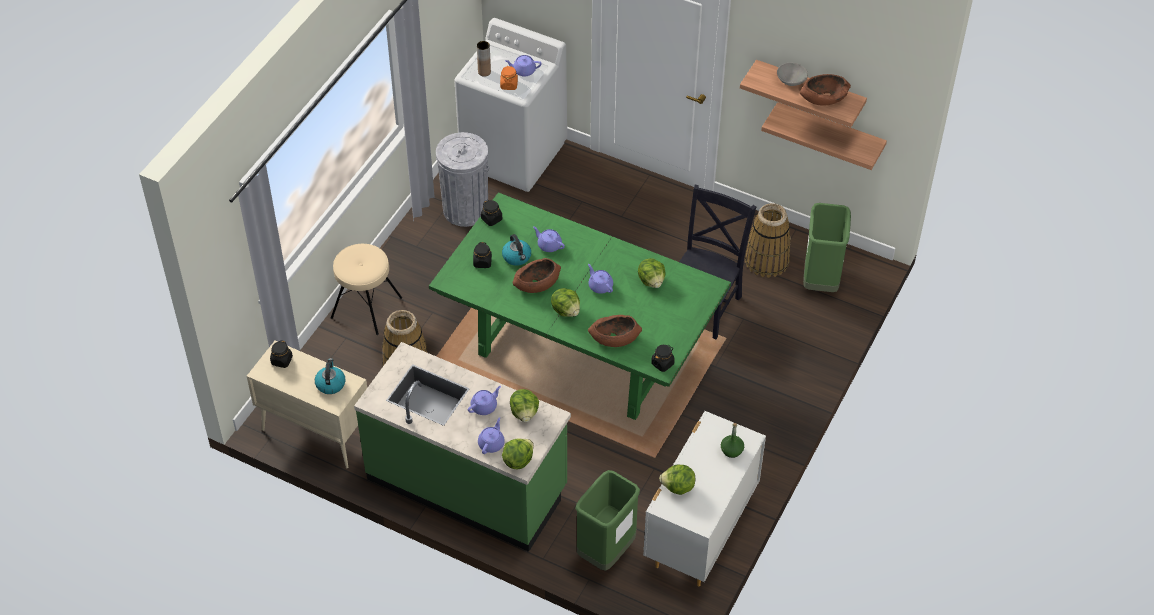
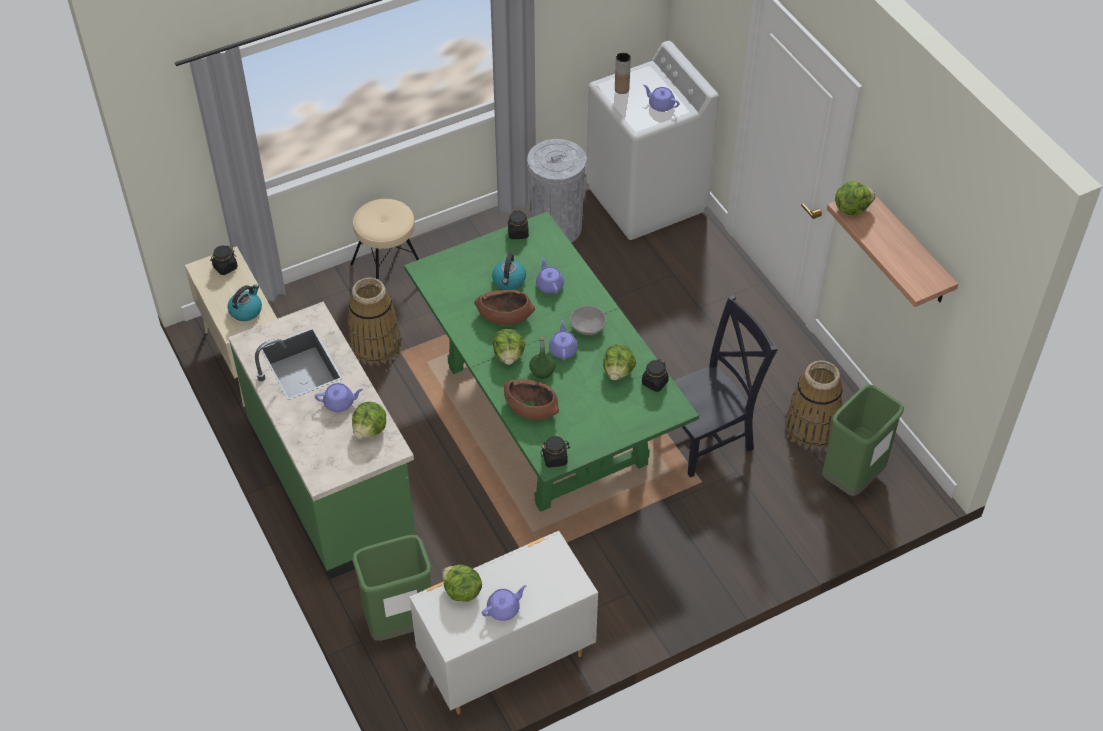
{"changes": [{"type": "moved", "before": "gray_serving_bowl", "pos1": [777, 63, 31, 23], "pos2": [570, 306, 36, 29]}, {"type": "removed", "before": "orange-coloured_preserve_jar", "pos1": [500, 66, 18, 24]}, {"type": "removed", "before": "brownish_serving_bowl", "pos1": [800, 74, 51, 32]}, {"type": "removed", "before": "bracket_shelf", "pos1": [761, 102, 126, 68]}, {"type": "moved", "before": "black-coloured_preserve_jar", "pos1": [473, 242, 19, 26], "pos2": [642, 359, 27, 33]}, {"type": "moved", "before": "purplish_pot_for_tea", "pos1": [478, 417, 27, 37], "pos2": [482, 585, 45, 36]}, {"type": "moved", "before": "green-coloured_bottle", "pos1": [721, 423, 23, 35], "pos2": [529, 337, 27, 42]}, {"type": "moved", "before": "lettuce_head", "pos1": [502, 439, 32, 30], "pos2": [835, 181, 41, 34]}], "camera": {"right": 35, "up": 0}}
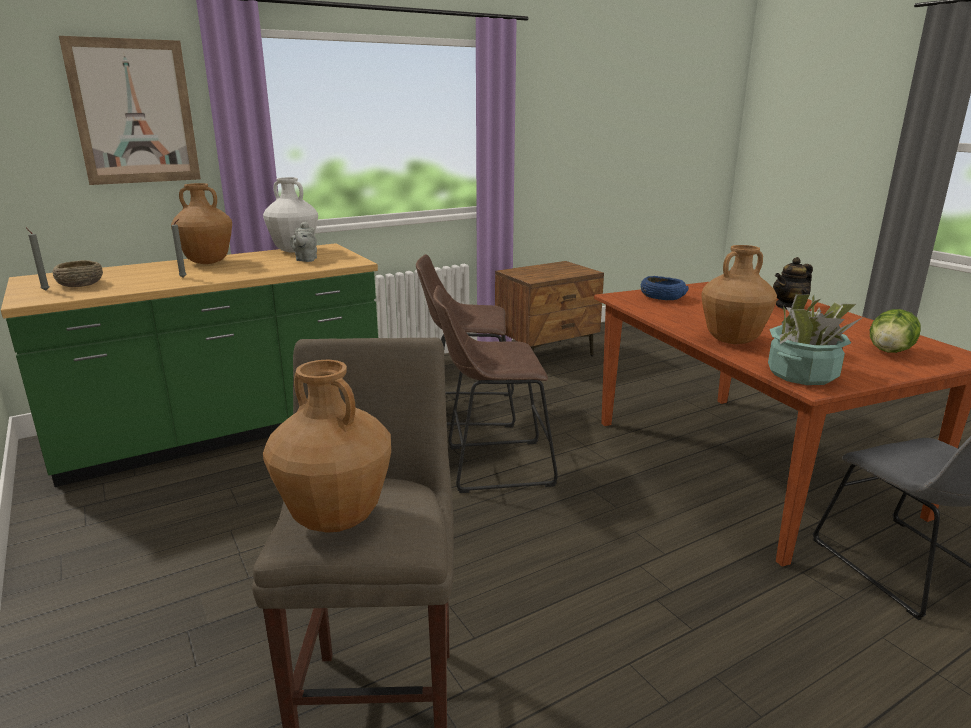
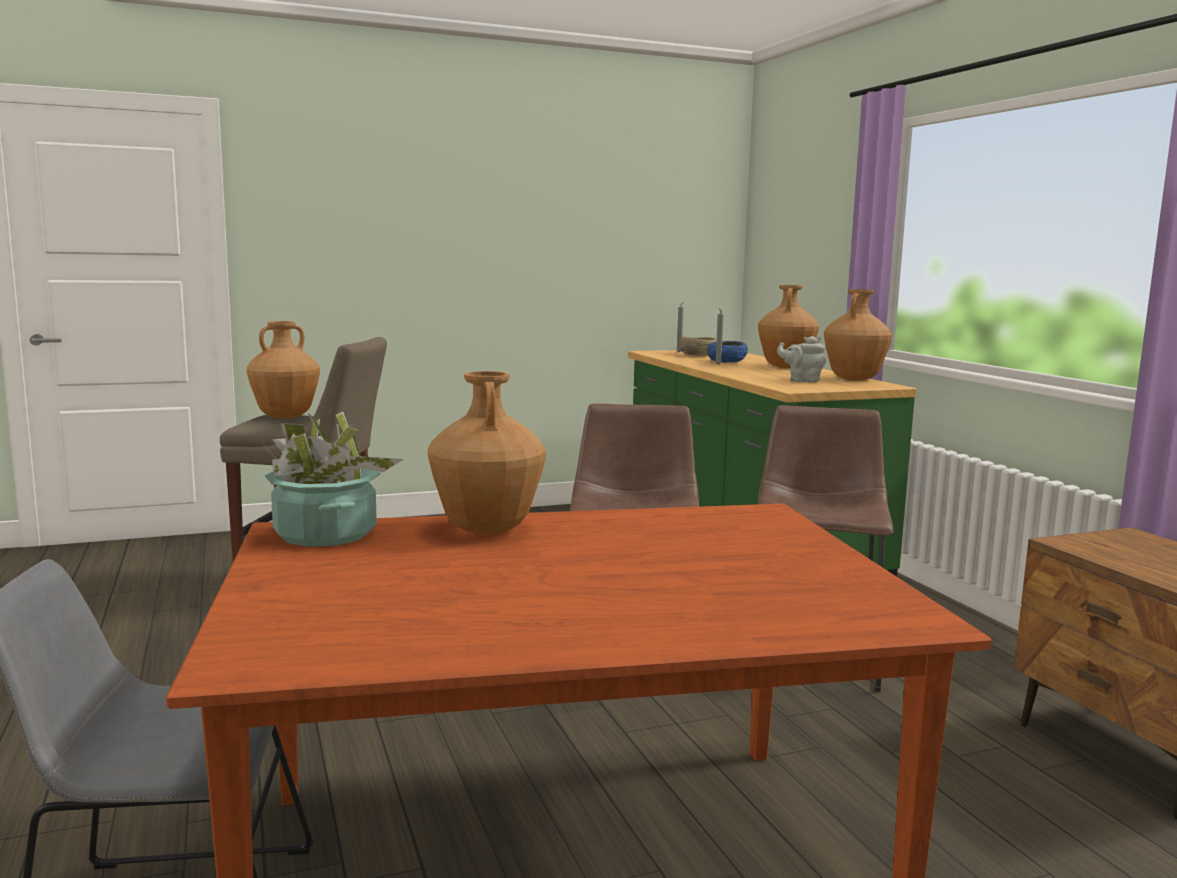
{"changes": [{"type": "removed", "before": "wall_art", "pos1": [59, 36, 142, 149]}, {"type": "recoloured", "before": "white_flower_vase", "after": "brownish_flower_vase", "pos1": [263, 177, 55, 76], "pos2": [824, 289, 68, 92]}, {"type": "removed", "before": "pot_for_tea", "pos1": [773, 257, 40, 53]}, {"type": "moved", "before": "blue_serving_bowl", "pos1": [641, 276, 48, 24], "pos2": [707, 341, 41, 21]}, {"type": "removed", "before": "lettuce_head", "pos1": [870, 309, 50, 44]}], "camera": {"right": 100, "up": -10}}
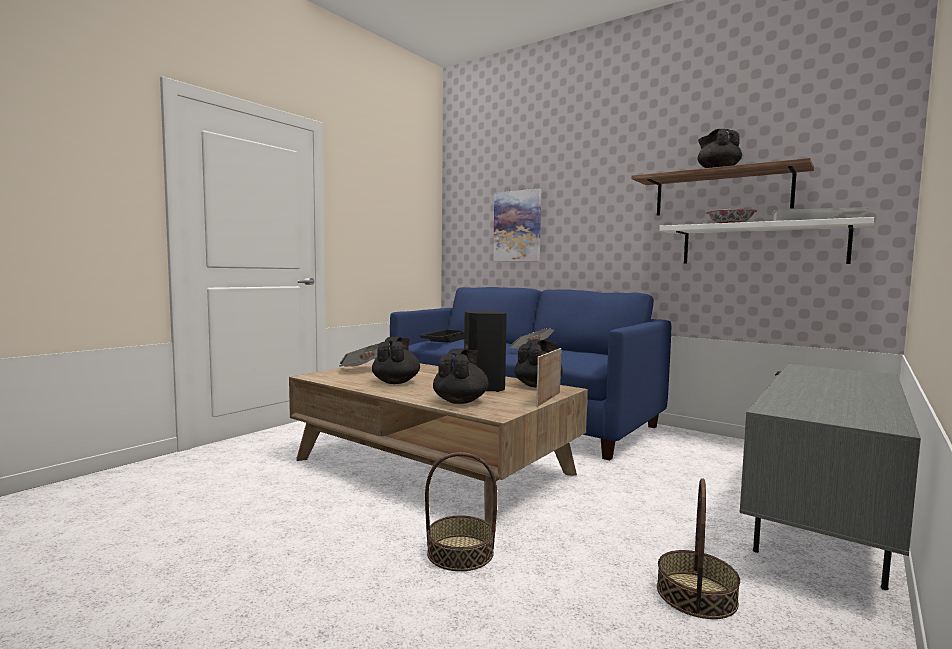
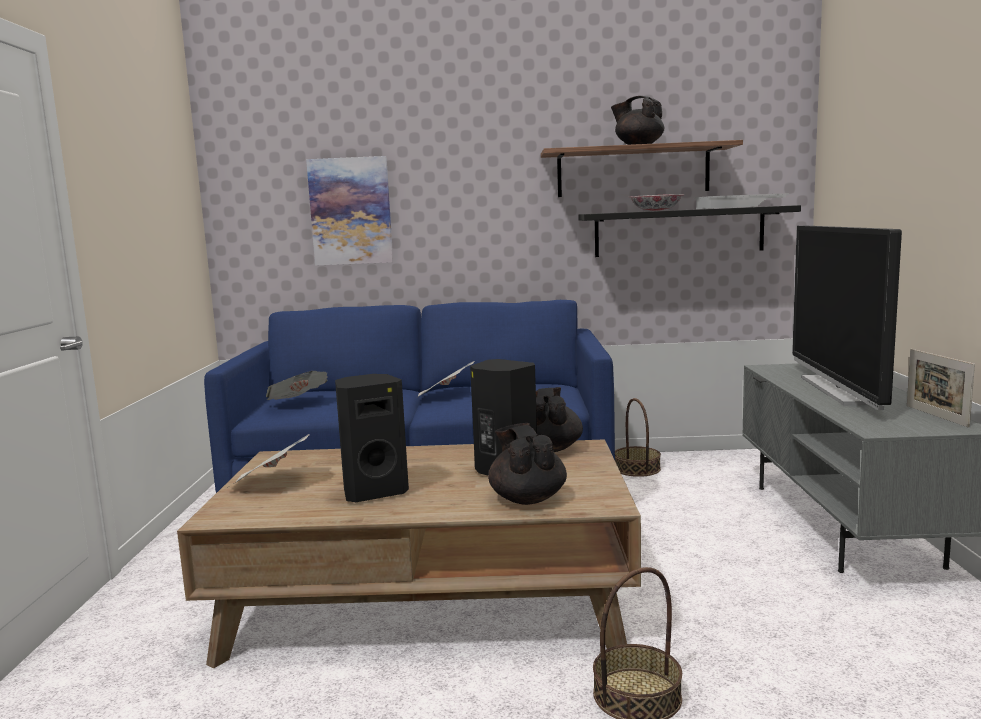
{"changes": [{"type": "recoloured", "before": "white_bracket_shelf", "after": "black-coloured_bracket_shelf", "pos1": [659, 217, 215, 47], "pos2": [578, 205, 223, 52]}, {"type": "replaced", "before": "black-coloured_serving_tray", "after": "printed_paper", "pos1": [419, 330, 45, 13], "pos2": [266, 371, 62, 29]}, {"type": "replaced", "before": "black-coloured_pot_for_tea", "after": "black-coloured_audio_speaker", "pos1": [372, 337, 48, 47], "pos2": [335, 374, 74, 128]}, {"type": "moved", "before": "picture_frame", "pos1": [536, 348, 25, 59], "pos2": [907, 349, 68, 79]}, {"type": "moved", "before": "household_basket", "pos1": [657, 478, 83, 141], "pos2": [615, 398, 46, 79]}, {"type": "added", "after": "TV", "pos2": [792, 226, 110, 184]}], "camera": {"right": -35, "up": 5}}
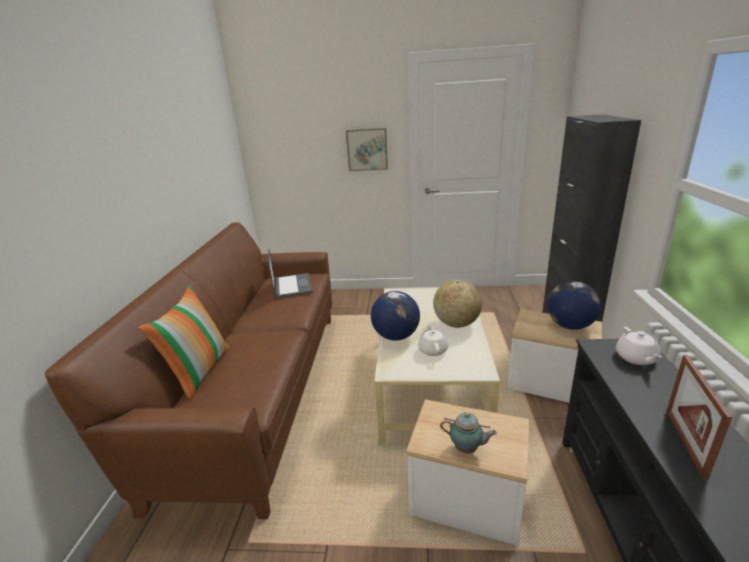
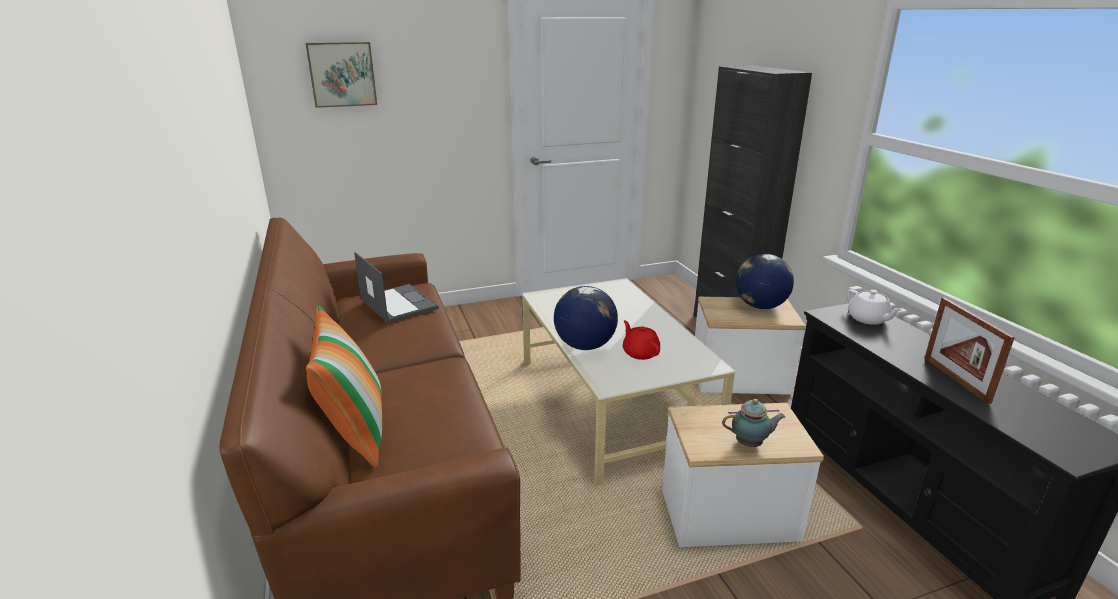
{"changes": [{"type": "moved", "before": "wall_art", "pos1": [346, 128, 42, 43], "pos2": [305, 42, 72, 66]}, {"type": "removed", "before": "globe", "pos1": [433, 280, 49, 48]}, {"type": "recoloured", "before": "white_pot_for_tea", "after": "red-coloured_pot_for_tea", "pos1": [418, 322, 30, 34], "pos2": [623, 320, 37, 40]}], "camera": {"right": -25, "up": 0}}
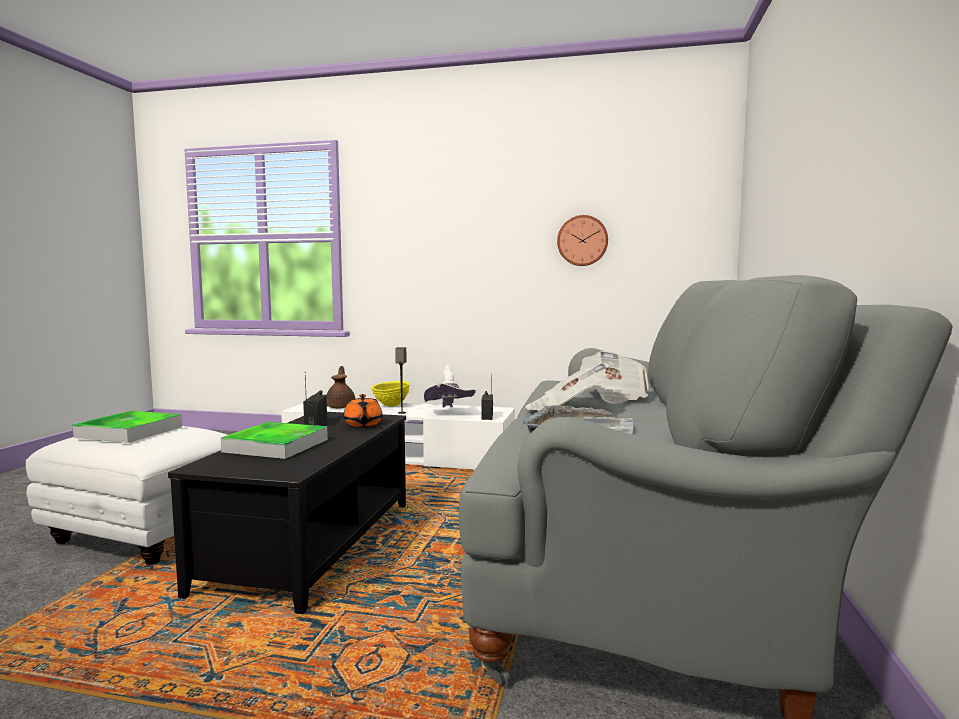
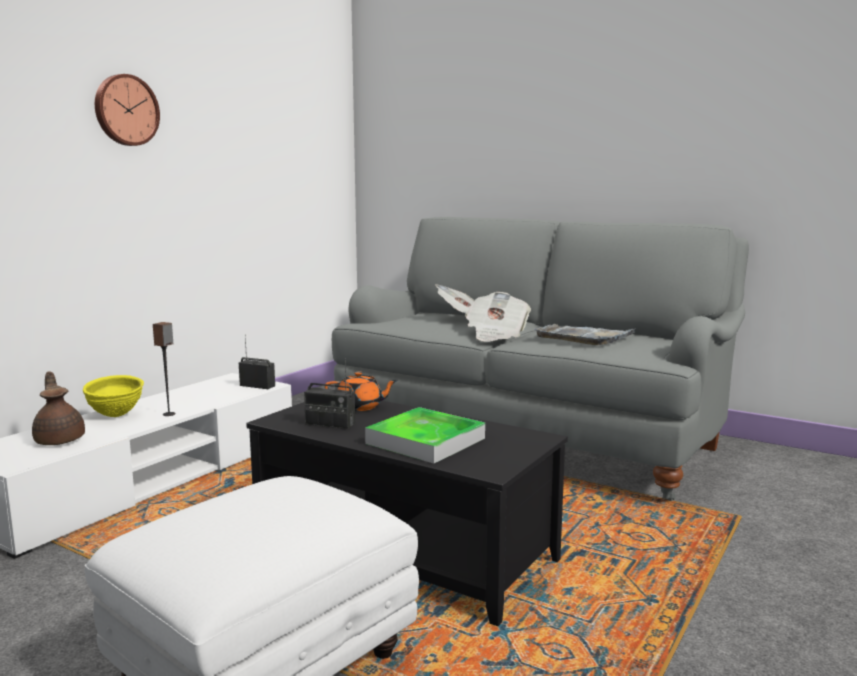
{"changes": [{"type": "moved", "before": "wall_clock", "pos1": [557, 215, 51, 51], "pos2": [95, 74, 65, 72]}, {"type": "removed", "before": "white_wearable_hat", "pos1": [424, 365, 52, 43]}, {"type": "turned", "before": "brownish_pot_for_tea", "pos1": [326, 366, 29, 42], "pos2": [32, 371, 53, 74], "turn": 45}, {"type": "removed", "before": "serving_tray", "pos1": [72, 411, 110, 32]}], "camera": {"right": -70, "up": 5}}
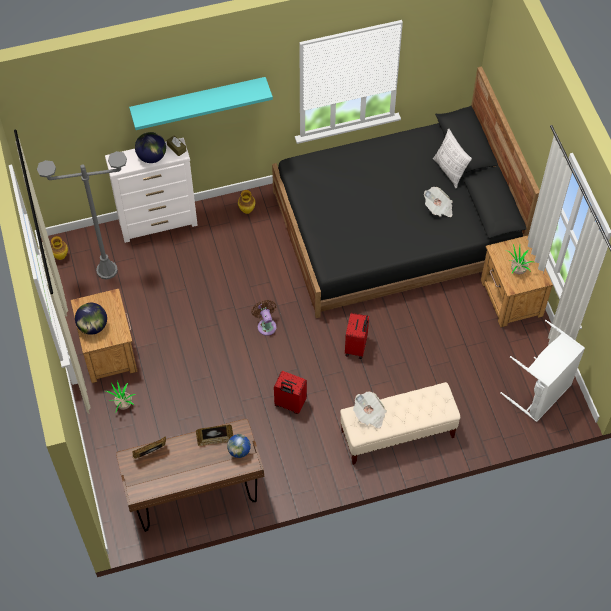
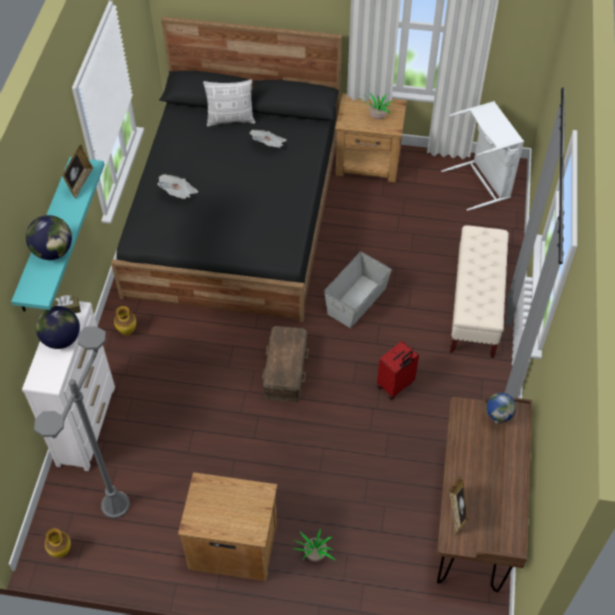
{"changes": [{"type": "replaced", "before": "brownish_electric_fan", "after": "brownish_storage_bin", "pos1": [251, 300, 26, 36], "pos2": [262, 326, 47, 76]}, {"type": "moved", "before": "globe", "pos1": [75, 303, 32, 32], "pos2": [26, 215, 46, 45]}, {"type": "replaced", "before": "red-coloured_suitcase", "after": "gray_storage_bin", "pos1": [345, 313, 24, 46], "pos2": [324, 252, 68, 76]}, {"type": "moved", "before": "printed_paper", "pos1": [353, 392, 34, 37], "pos2": [157, 174, 41, 25]}, {"type": "moved", "before": "picture_frame", "pos1": [196, 424, 37, 22], "pos2": [62, 145, 32, 54]}], "camera": {"right": -65, "up": -5}}
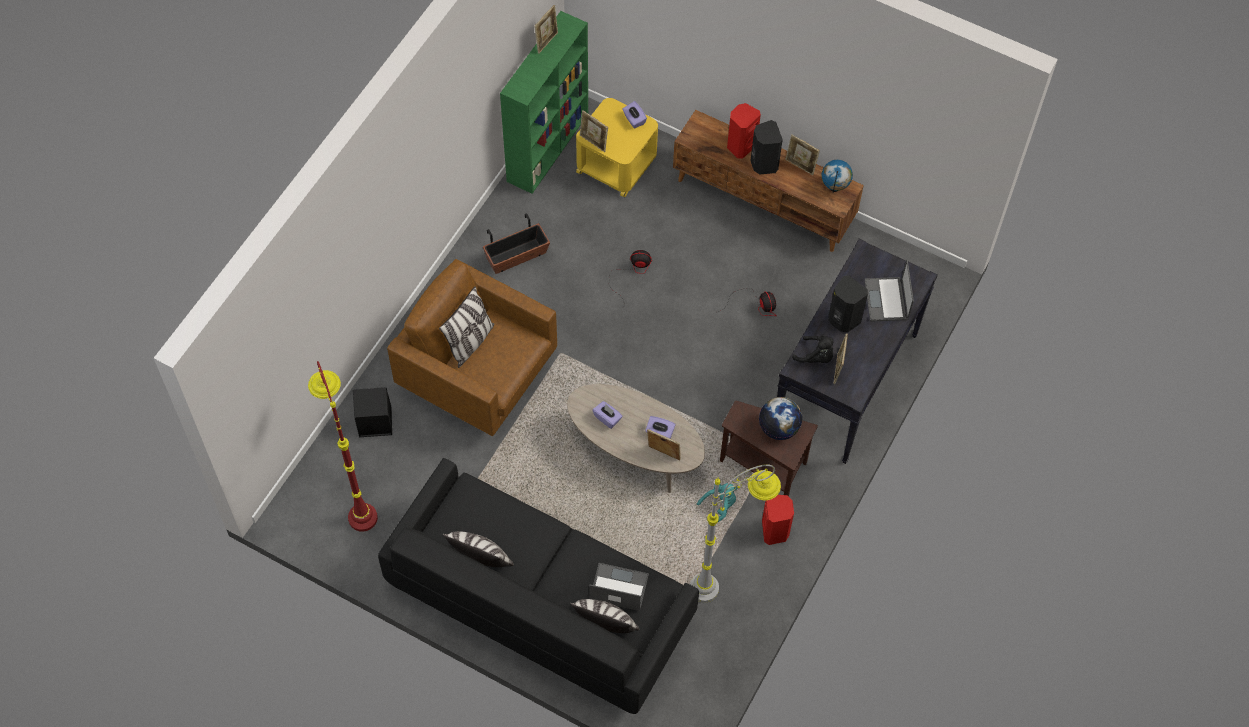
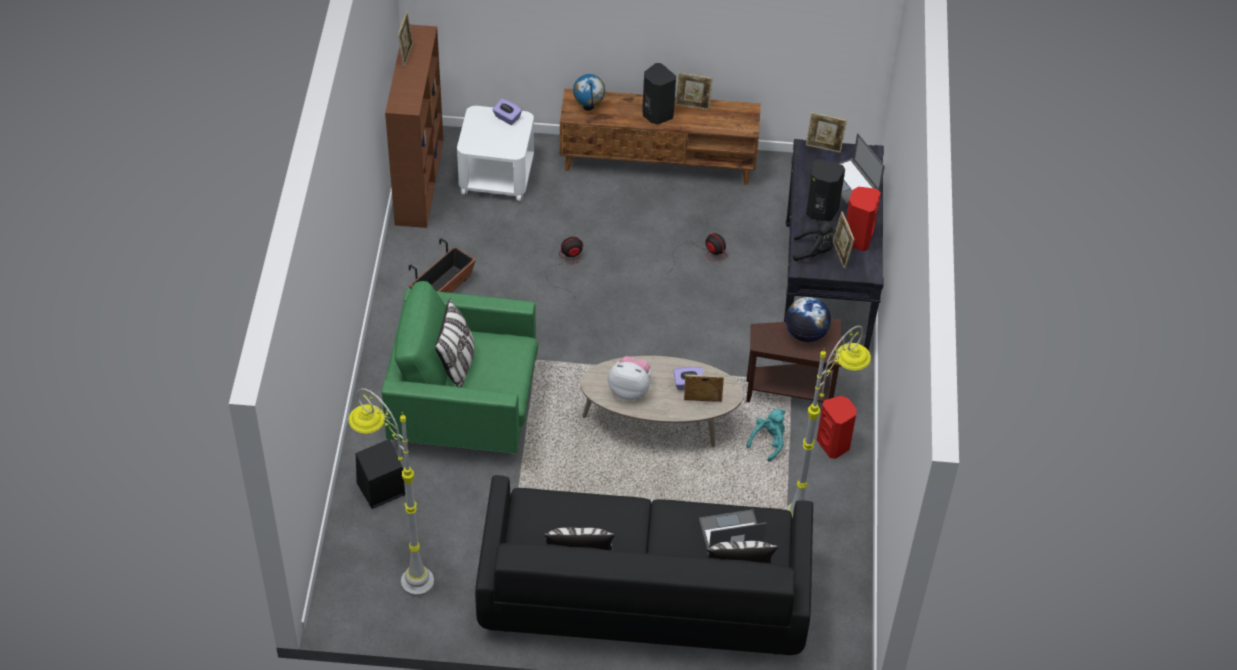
{"changes": [{"type": "recoloured", "before": "green-coloured_bookcase", "after": "brownish_bookcase", "pos1": [500, 11, 88, 183], "pos2": [385, 25, 58, 203]}, {"type": "recoloured", "before": "yellow_side_table", "after": "white_side_table", "pos1": [576, 98, 82, 99], "pos2": [457, 106, 77, 95]}, {"type": "moved", "before": "red-coloured_audio_speaker", "pos1": [727, 103, 34, 56], "pos2": [846, 186, 35, 65]}, {"type": "moved", "before": "picture_frame", "pos1": [580, 110, 28, 42], "pos2": [806, 112, 41, 41]}, {"type": "moved", "before": "globe", "pos1": [821, 160, 32, 33], "pos2": [573, 74, 32, 37]}, {"type": "recoloured", "before": "brownish_armchair", "after": "green-coloured_armchair", "pos1": [387, 259, 170, 177], "pos2": [382, 281, 156, 173]}, {"type": "recoloured", "before": "red-coloured_standard_lamp", "after": "gray_standard_lamp", "pos1": [308, 361, 70, 171], "pos2": [349, 388, 85, 209]}, {"type": "replaced", "before": "purplish_tissue_box", "after": "cuddly_toy", "pos1": [593, 401, 30, 28], "pos2": [608, 356, 43, 44]}], "camera": {"right": -25, "up": -10}}
